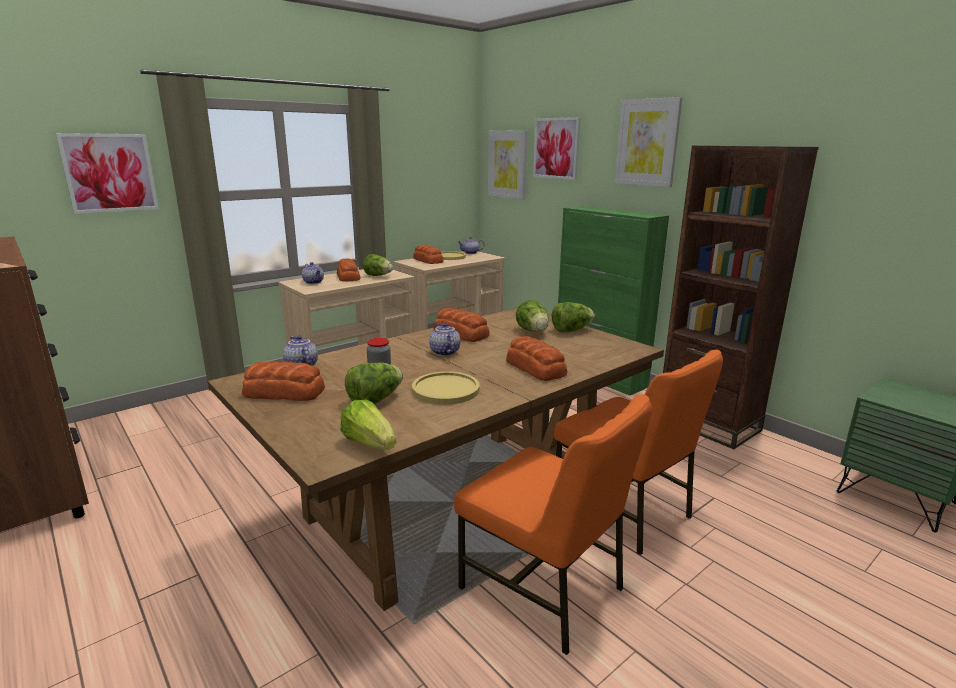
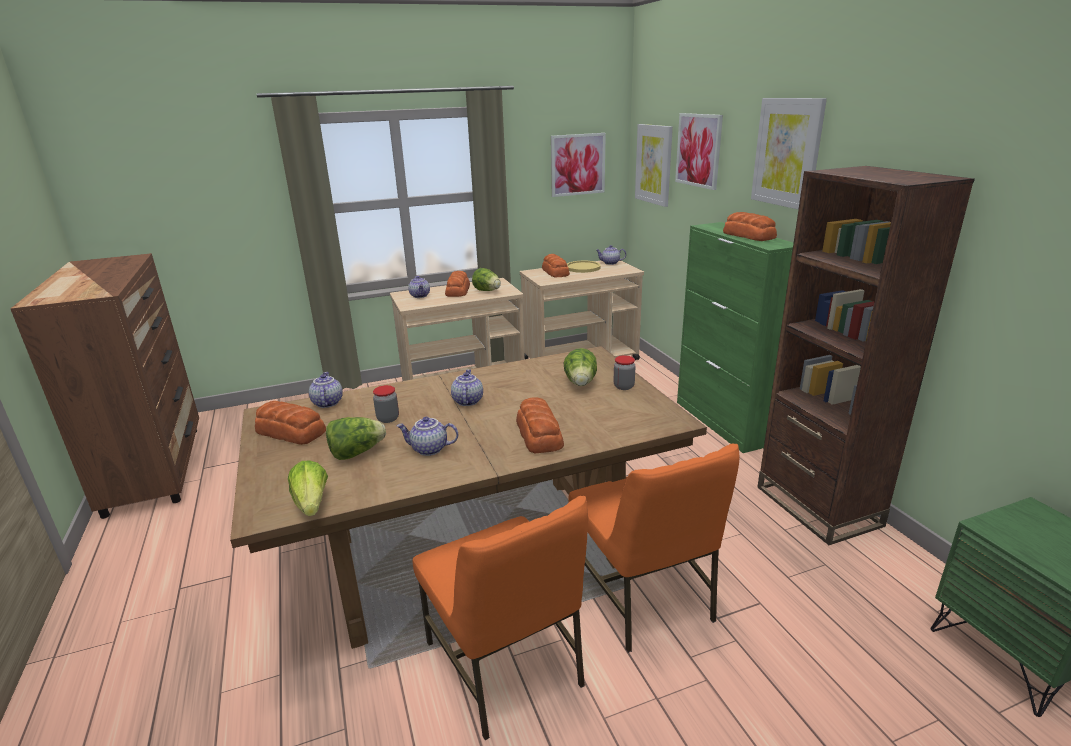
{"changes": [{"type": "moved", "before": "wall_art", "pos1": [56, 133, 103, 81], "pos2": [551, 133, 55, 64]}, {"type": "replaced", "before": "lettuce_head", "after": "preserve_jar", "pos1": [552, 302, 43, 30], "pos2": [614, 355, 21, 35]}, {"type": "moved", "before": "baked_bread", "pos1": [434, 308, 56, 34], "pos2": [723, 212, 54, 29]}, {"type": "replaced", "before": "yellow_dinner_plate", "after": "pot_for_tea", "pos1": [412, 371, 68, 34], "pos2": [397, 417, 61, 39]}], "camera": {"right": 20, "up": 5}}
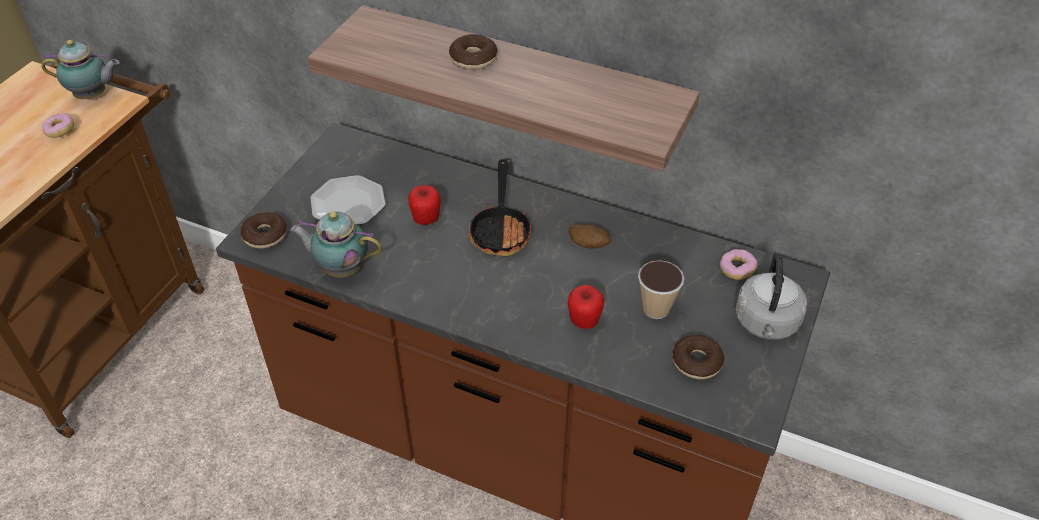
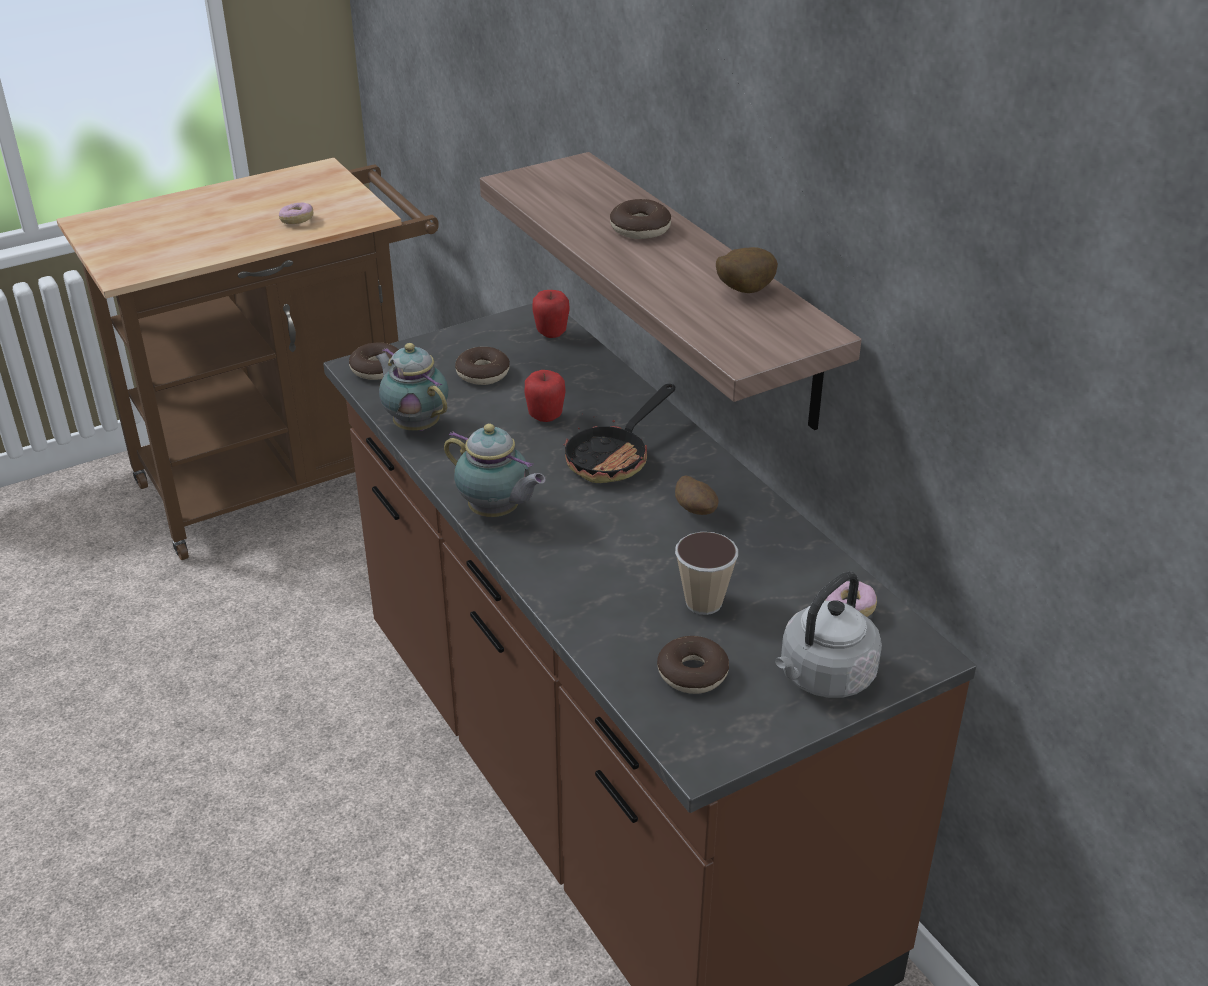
{"changes": [{"type": "moved", "before": "pot_for_tea", "pos1": [41, 40, 79, 59], "pos2": [444, 424, 102, 93]}, {"type": "replaced", "before": "dinner_plate", "after": "doughnut", "pos1": [310, 175, 76, 50], "pos2": [455, 347, 55, 38]}, {"type": "moved", "before": "apple_fruit", "pos1": [568, 285, 36, 44], "pos2": [532, 290, 37, 48]}, {"type": "added", "after": "whole_potato", "pos2": [716, 247, 62, 46]}], "camera": {"right": 35, "up": -10}}
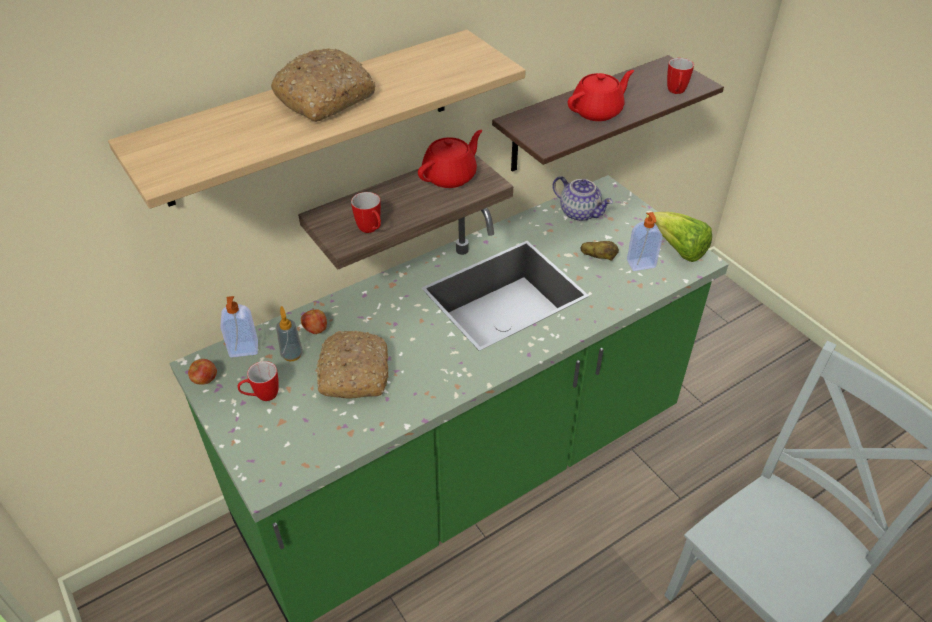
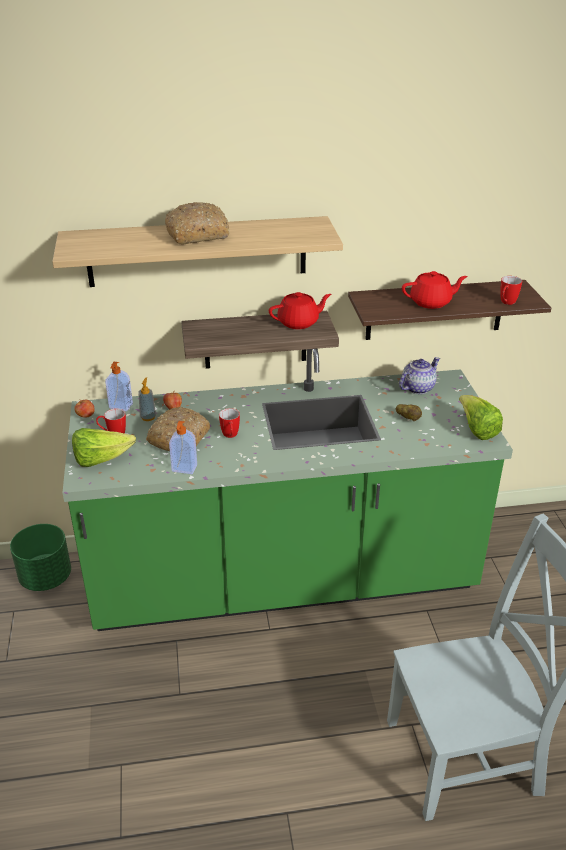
{"changes": [{"type": "turned", "before": "pot_for_tea", "pos1": [553, 176, 60, 45], "pos2": [399, 357, 41, 37], "turn": -105}, {"type": "moved", "before": "coffee_mug", "pos1": [351, 192, 30, 41], "pos2": [219, 408, 21, 30]}, {"type": "moved", "before": "soap_bottle", "pos1": [627, 212, 36, 59], "pos2": [169, 421, 28, 53]}, {"type": "added", "after": "lettuce_head", "pos2": [72, 428, 64, 39]}, {"type": "added", "after": "green-coloured_flower_pot", "pos2": [10, 524, 61, 67]}], "camera": {"right": 25, "up": -10}}
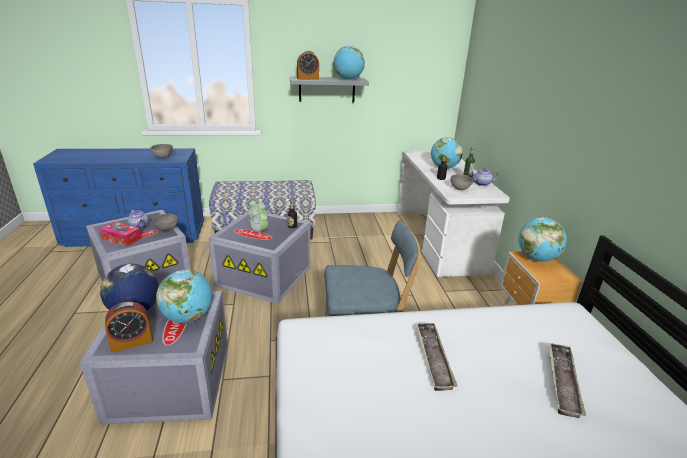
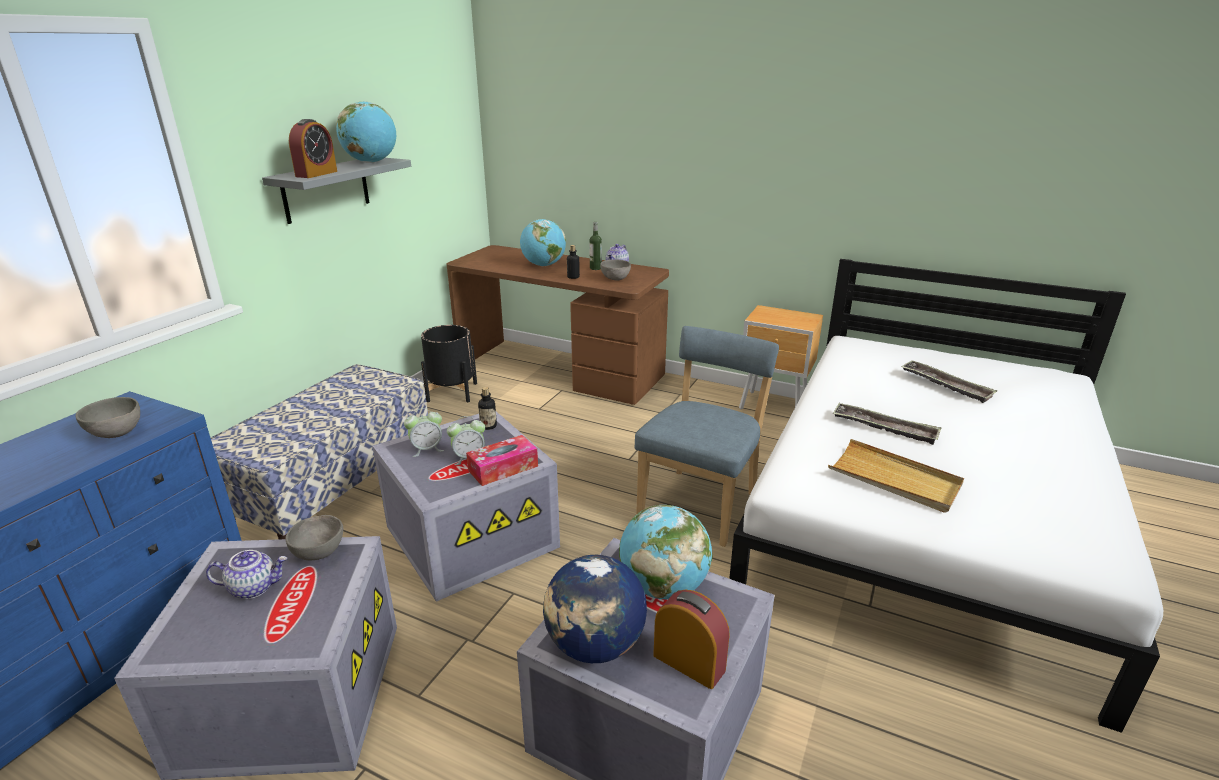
{"changes": [{"type": "recoloured", "before": "white_desk_unit", "after": "brownish_desk_unit", "pos1": [397, 150, 113, 127], "pos2": [447, 245, 222, 160]}, {"type": "removed", "before": "globe", "pos1": [518, 217, 49, 45]}, {"type": "moved", "before": "tissue_box", "pos1": [99, 222, 43, 24], "pos2": [466, 435, 72, 51]}, {"type": "turned", "before": "bedside_clock", "pos1": [105, 302, 48, 51], "pos2": [653, 589, 77, 100], "turn": -60}, {"type": "added", "after": "black-coloured_flower_pot", "pos2": [421, 325, 56, 77]}, {"type": "added", "after": "beige-coloured_serving_tray", "pos2": [828, 439, 136, 74]}], "camera": {"right": -55, "up": 0}}
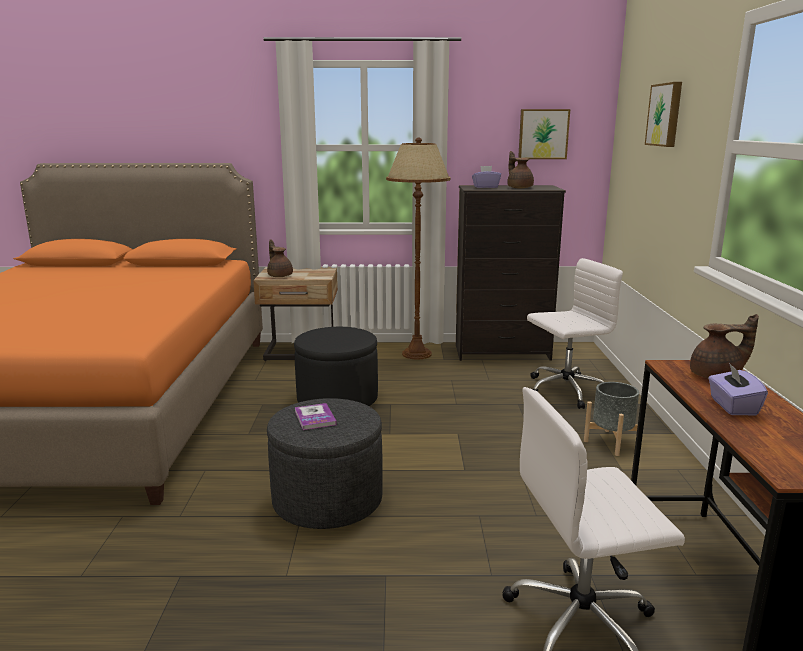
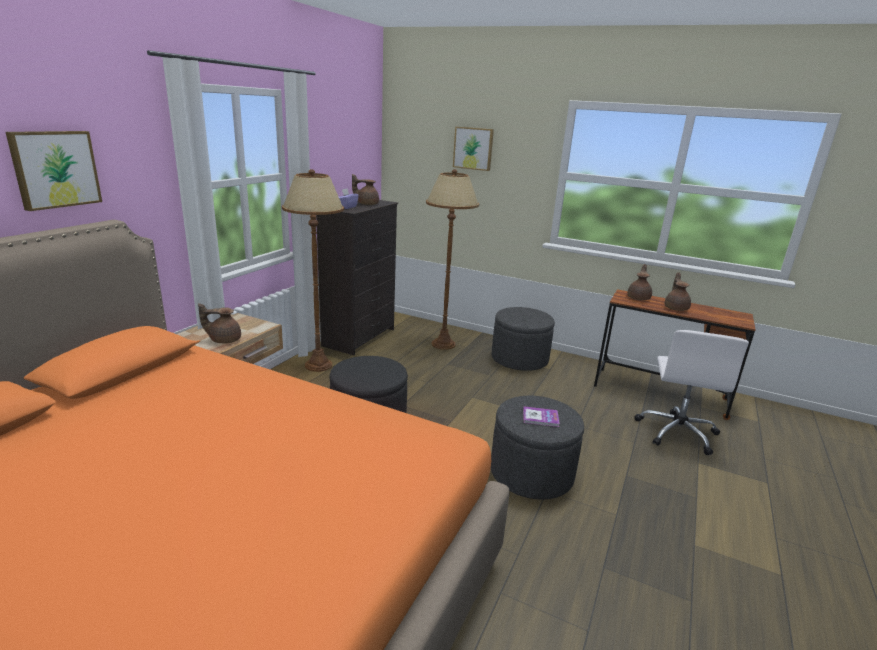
{"changes": [{"type": "moved", "before": "wall_art", "pos1": [518, 109, 52, 50], "pos2": [6, 131, 96, 80]}, {"type": "replaced", "before": "white_desk_chair", "after": "brownish_standard_lamp", "pos1": [527, 258, 96, 151], "pos2": [426, 169, 53, 181]}, {"type": "replaced", "before": "purplish_tissue_box", "after": "brownish_pot_for_tea", "pos1": [708, 363, 60, 52], "pos2": [665, 272, 26, 39]}, {"type": "replaced", "before": "gray_flower_pot", "after": "gray_footrest", "pos1": [584, 382, 55, 74], "pos2": [492, 307, 63, 64]}], "camera": {"right": -65, "up": 5}}
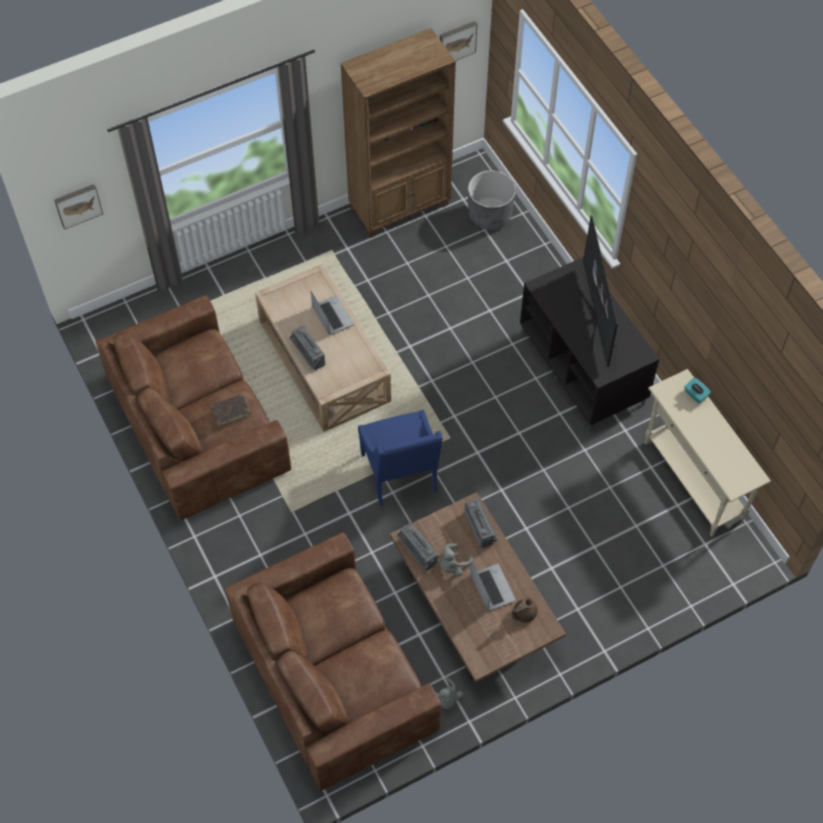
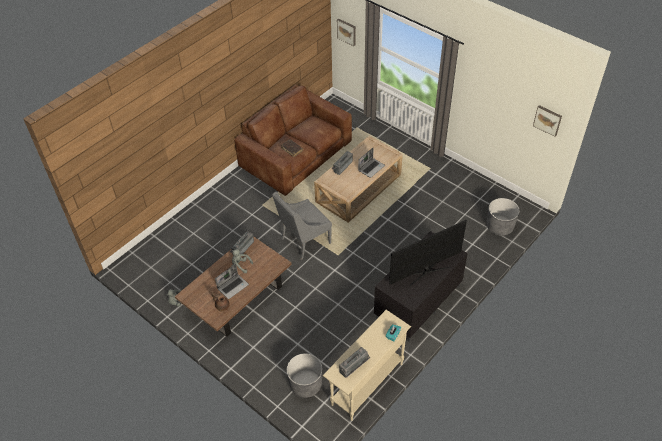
{"changes": [{"type": "removed", "before": "brownish_bookcase", "pos1": [340, 28, 116, 210]}, {"type": "recoloured", "before": "blue_armchair", "after": "gray_armchair", "pos1": [358, 410, 84, 96], "pos2": [272, 192, 60, 68]}, {"type": "moved", "before": "radio", "pos1": [465, 498, 33, 50], "pos2": [339, 347, 31, 31]}, {"type": "removed", "before": "brownish_couch", "pos1": [225, 533, 216, 258]}, {"type": "added", "after": "gray_flower_pot", "pos2": [287, 353, 35, 45]}], "camera": {"right": 70, "up": -10}}
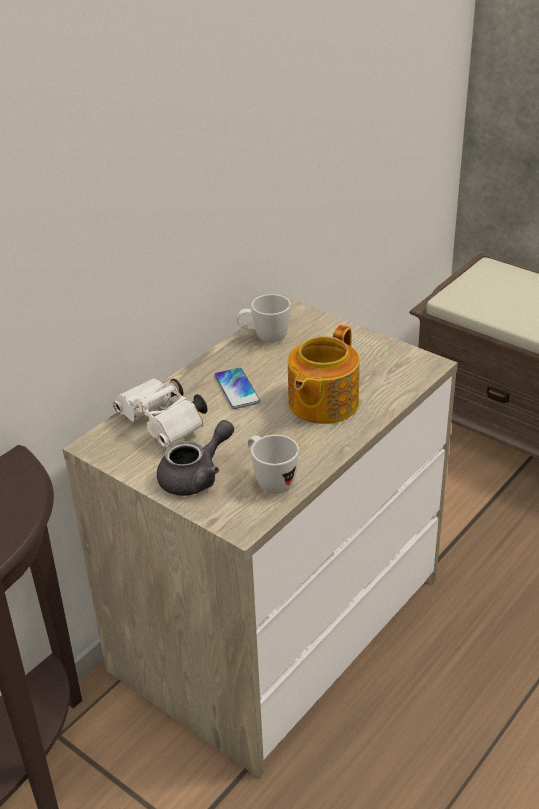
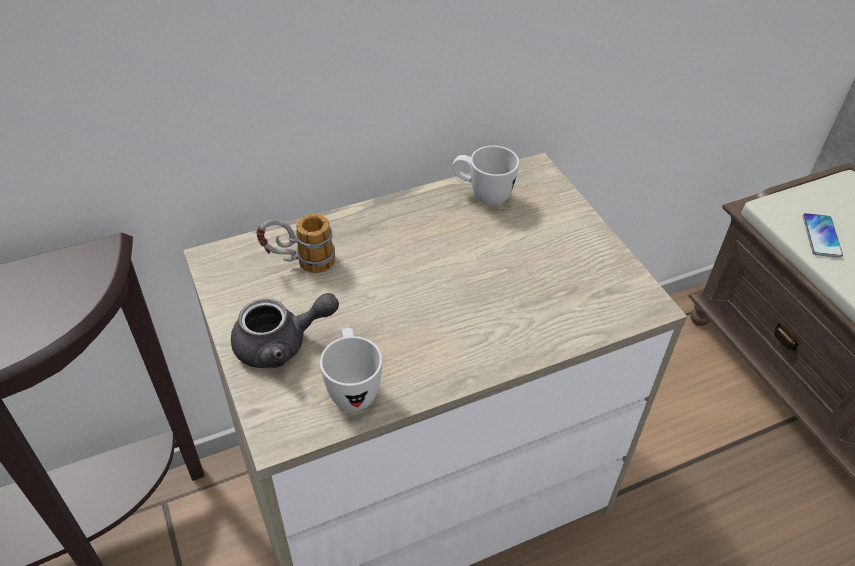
{"changes": [{"type": "removed", "before": "pot_for_tea", "pos1": [288, 325, 72, 99]}, {"type": "moved", "before": "handset", "pos1": [214, 368, 47, 41], "pos2": [803, 213, 40, 45]}, {"type": "replaced", "before": "white_field_glasses", "after": "coffee_mug", "pos1": [113, 378, 95, 69], "pos2": [256, 214, 79, 59]}], "camera": {"right": 25, "up": 10}}
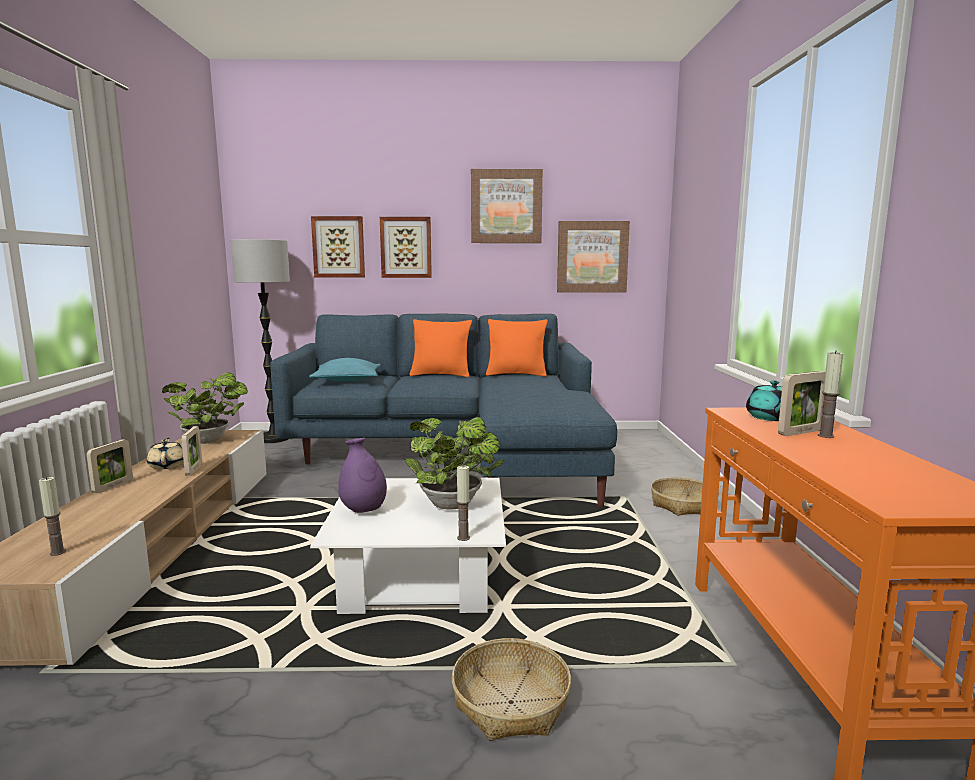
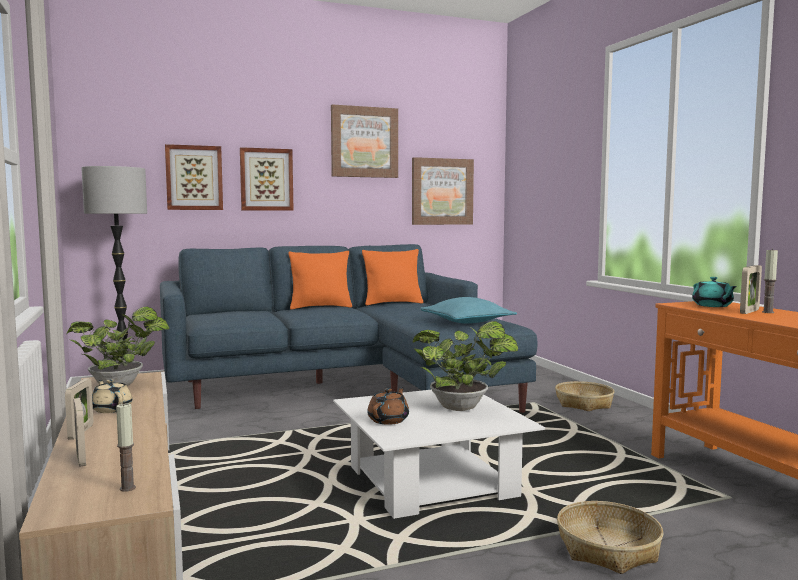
{"changes": [{"type": "moved", "before": "turquoise-coloured_pillow", "pos1": [309, 358, 72, 23], "pos2": [420, 297, 97, 26]}, {"type": "moved", "before": "picture_frame", "pos1": [181, 426, 21, 49], "pos2": [73, 398, 13, 69]}, {"type": "replaced", "before": "purplish_flower_vase", "after": "brownish_pot_for_tea", "pos1": [338, 438, 49, 75], "pos2": [367, 387, 42, 38]}, {"type": "removed", "before": "wax_light", "pos1": [457, 465, 13, 76]}], "camera": {"right": -20, "up": -5}}
